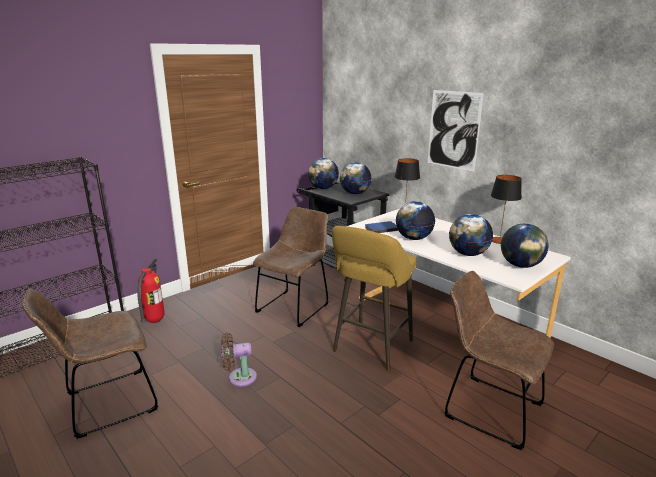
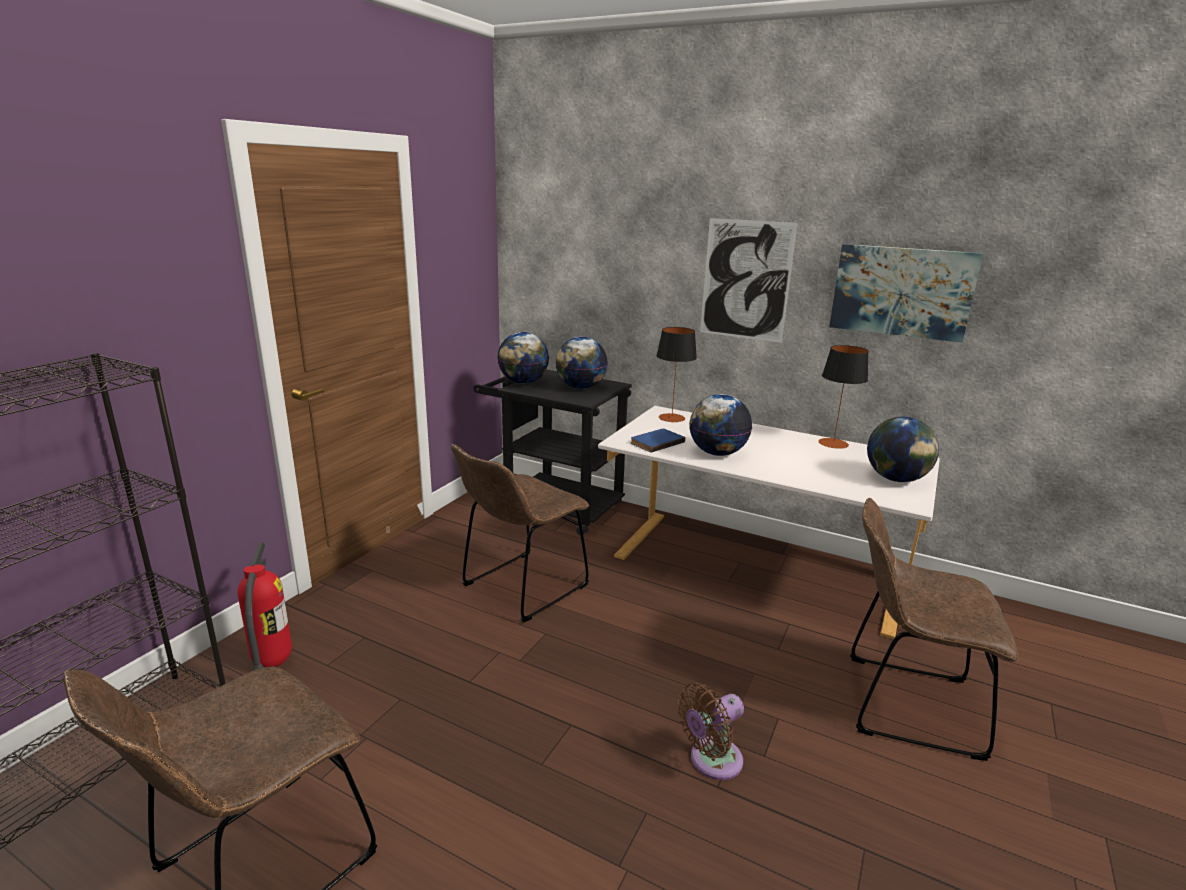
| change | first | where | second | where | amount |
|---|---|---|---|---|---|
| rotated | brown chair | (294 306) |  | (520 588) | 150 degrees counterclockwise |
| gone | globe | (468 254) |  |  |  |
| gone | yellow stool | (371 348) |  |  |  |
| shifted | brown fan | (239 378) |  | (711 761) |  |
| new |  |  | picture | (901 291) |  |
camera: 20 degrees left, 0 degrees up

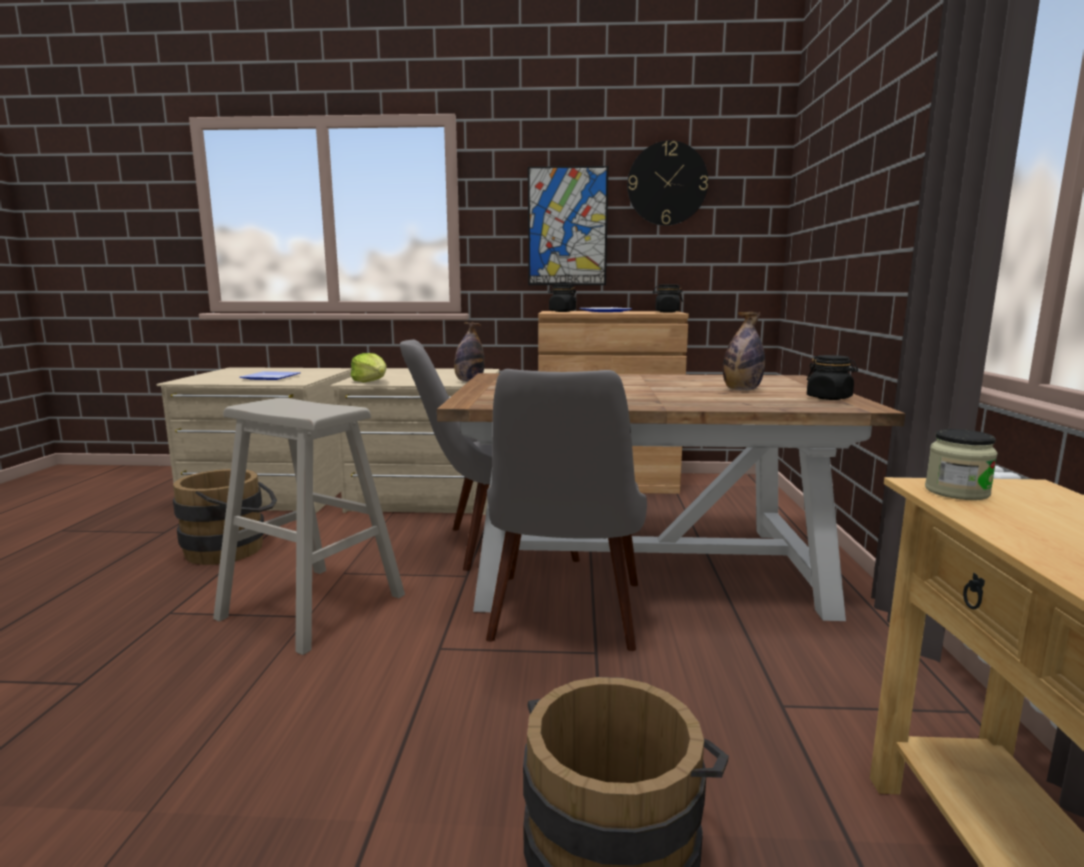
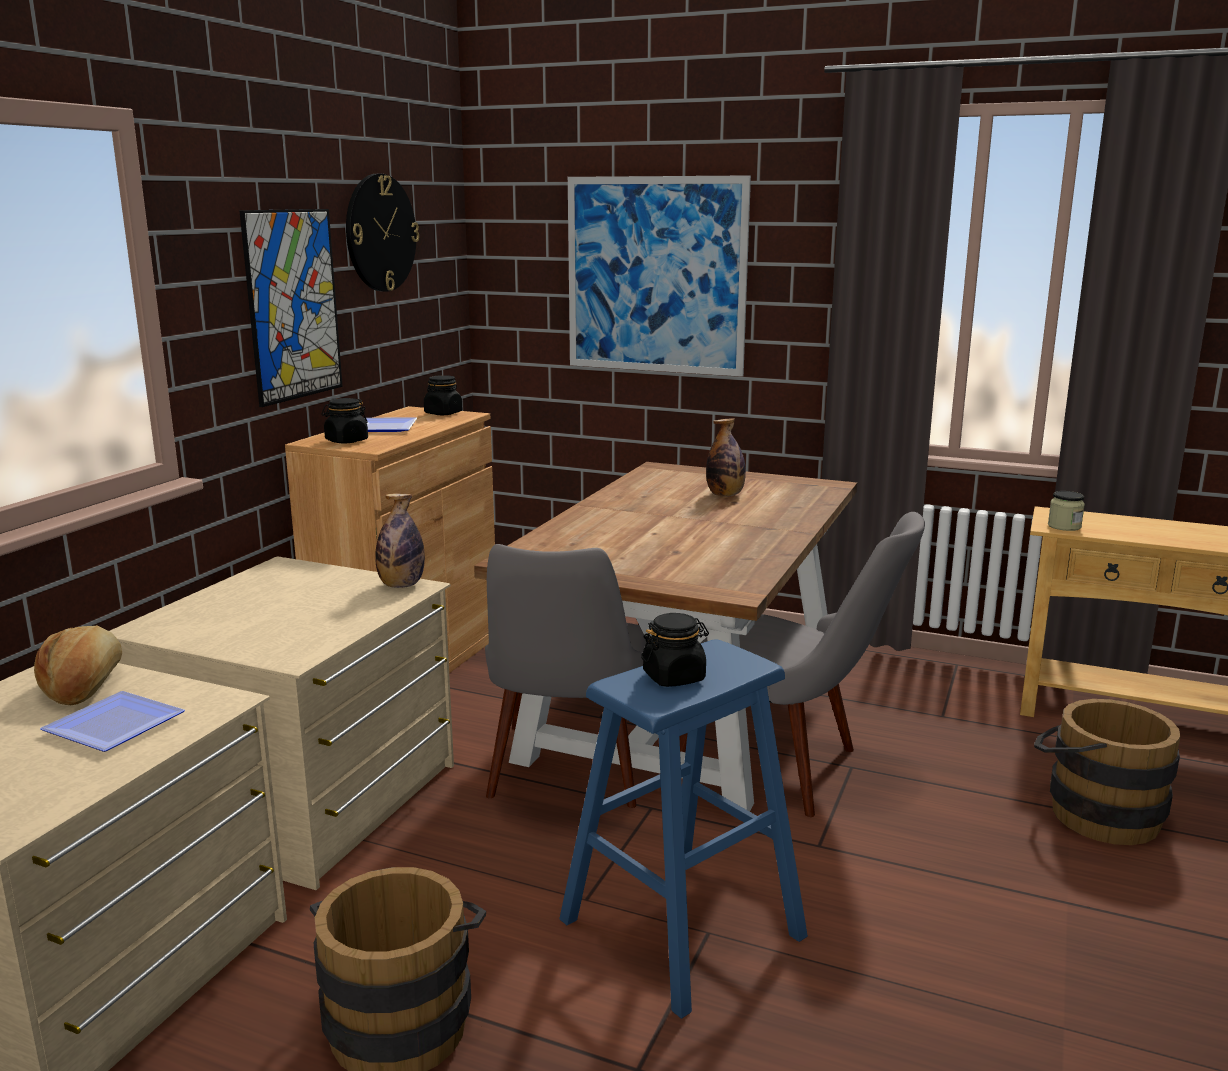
| change | first | where | second | where | amount |
|---|---|---|---|---|---|
| gone | lettuce | (371 382) |  |  |  |
| shifted | black jar | (829 398) |  | (674 677) |  |
| repainted | beige stool | (312 606) | blue stool | (681 928) |  |
| new |  |  | picture | (655 275) |  |
| new |  |  | bread | (84 686) |  |
camera: 70 degrees left, 5 degrees up

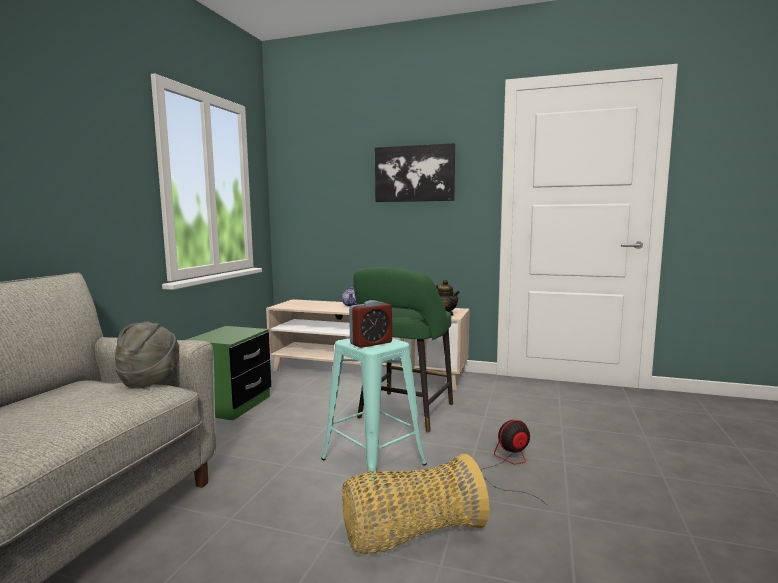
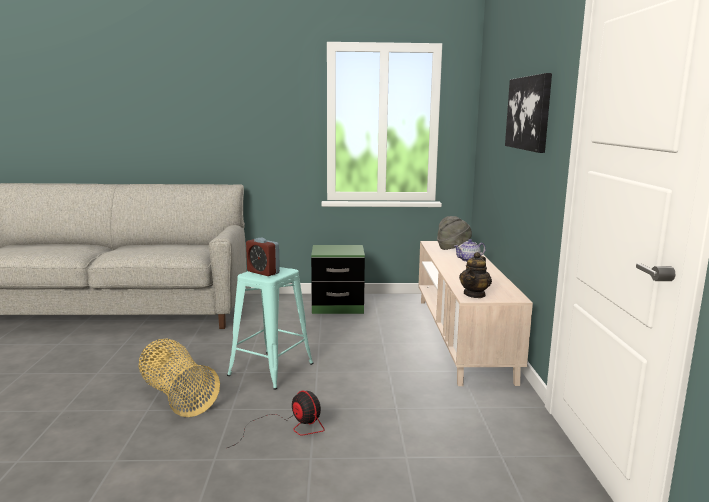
| change | first | where | second | where | amount |
|---|---|---|---|---|---|
| gone | green stool | (404 413) |  |  |  |
| shifted | grey hat | (150 380) |  | (453 248) |  |
camera: 70 degrees right, 5 degrees up

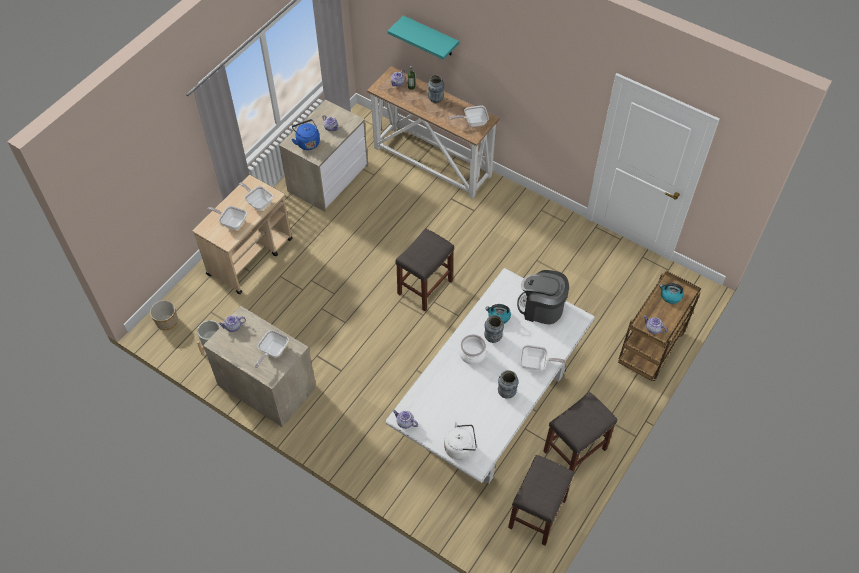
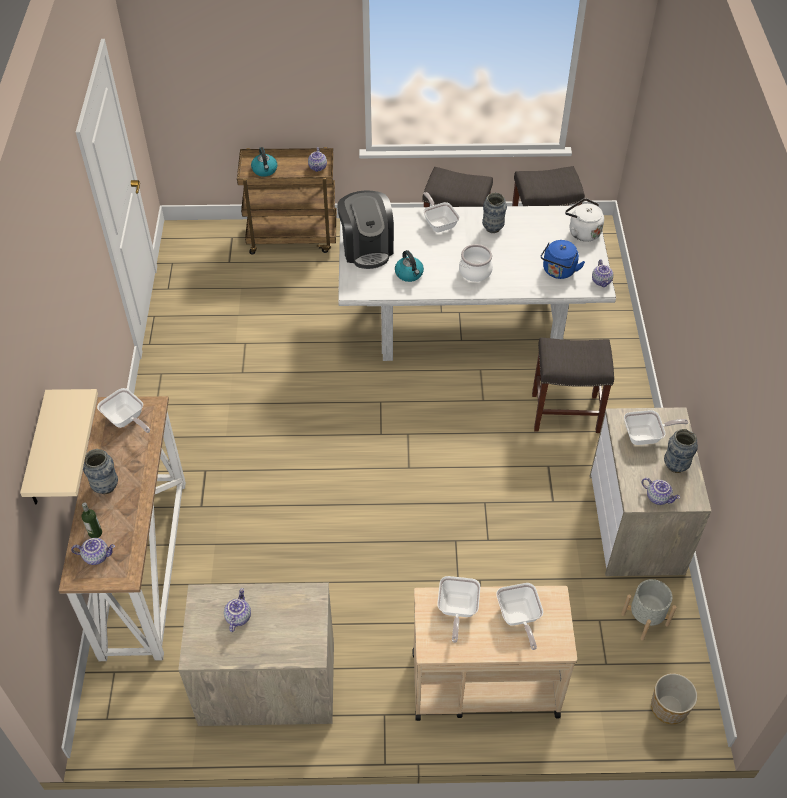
| change | first | where | second | where | amount |
|---|---|---|---|---|---|
| repainted | turquoise shelf | (430 36) | beige shelf | (38 452) |  |
| shifted | blue kettle | (307 142) |  | (558 272) |  |
| shifted | grey stool | (425 286) |  | (564 413) |  |
| shifted | vase | (493 338) |  | (675 466) |  |
camera: 125 degrees left, 5 degrees down

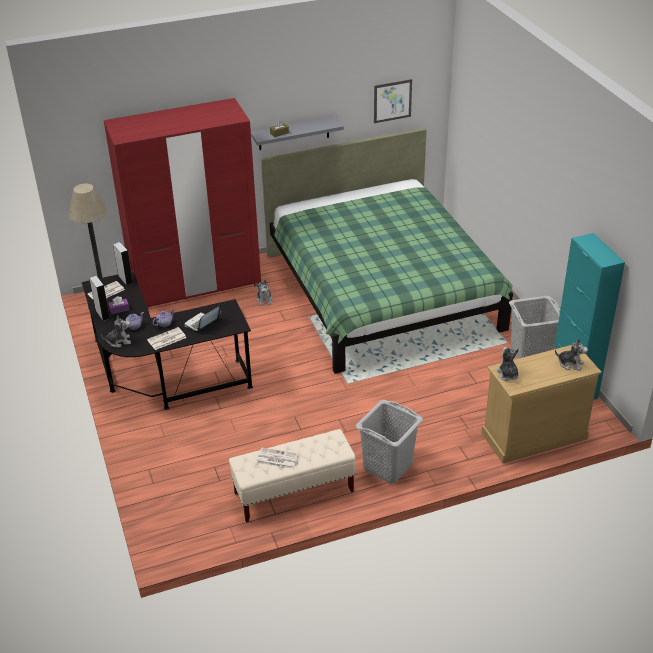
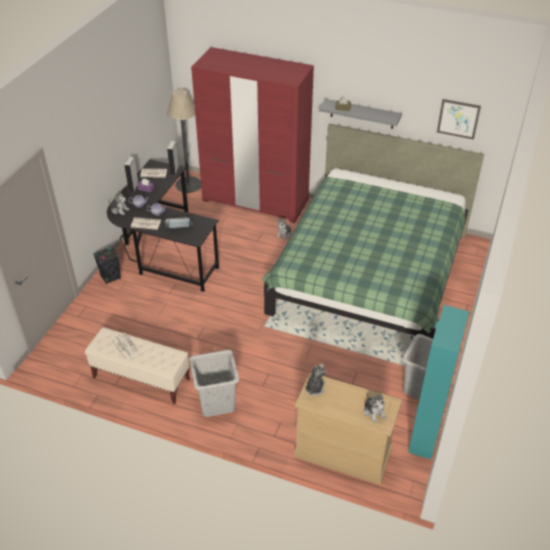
| change | first | where | second | where | amount |
|---|---|---|---|---|---|
| new |  |  | black speaker | (110 277) |  |
camera: 40 degrees right, 5 degrees up

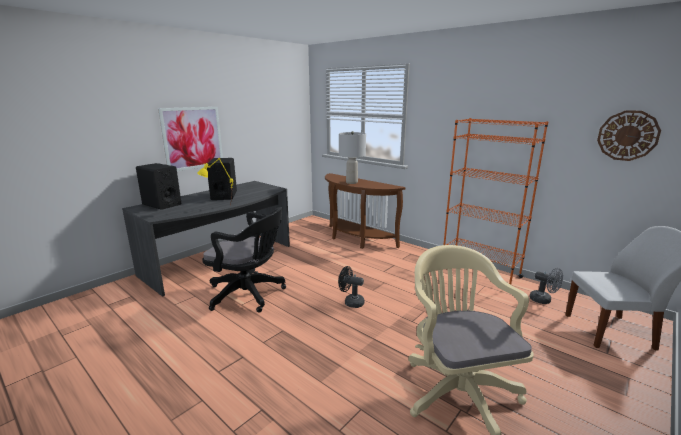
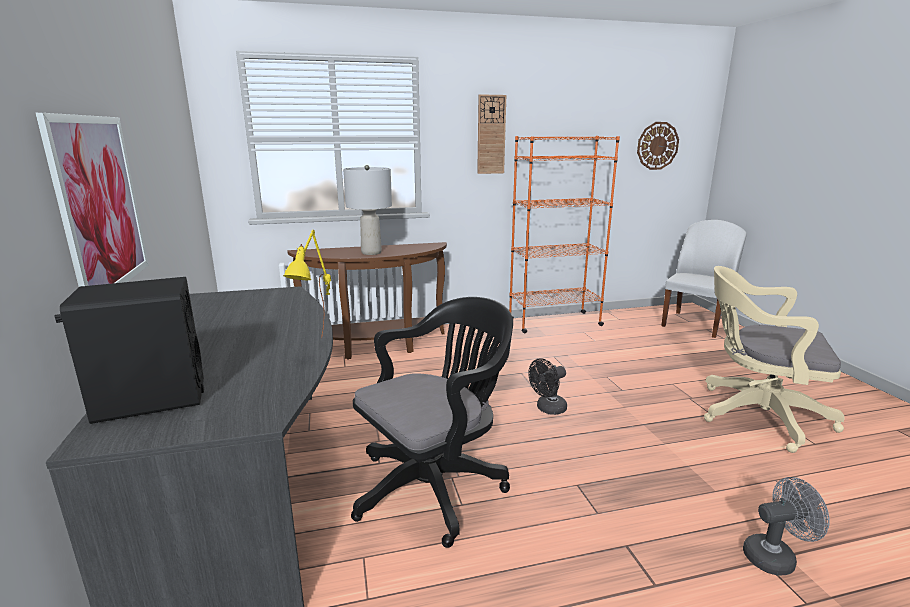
| change | first | where | second | where | amount |
|---|---|---|---|---|---|
| gone | black speaker | (224 196) |  |  |  |
| shifted | grey fan | (543 300) |  | (775 557) |  |
| new |  |  | wall clock | (491 135) |  |
camera: 55 degrees left, 0 degrees up

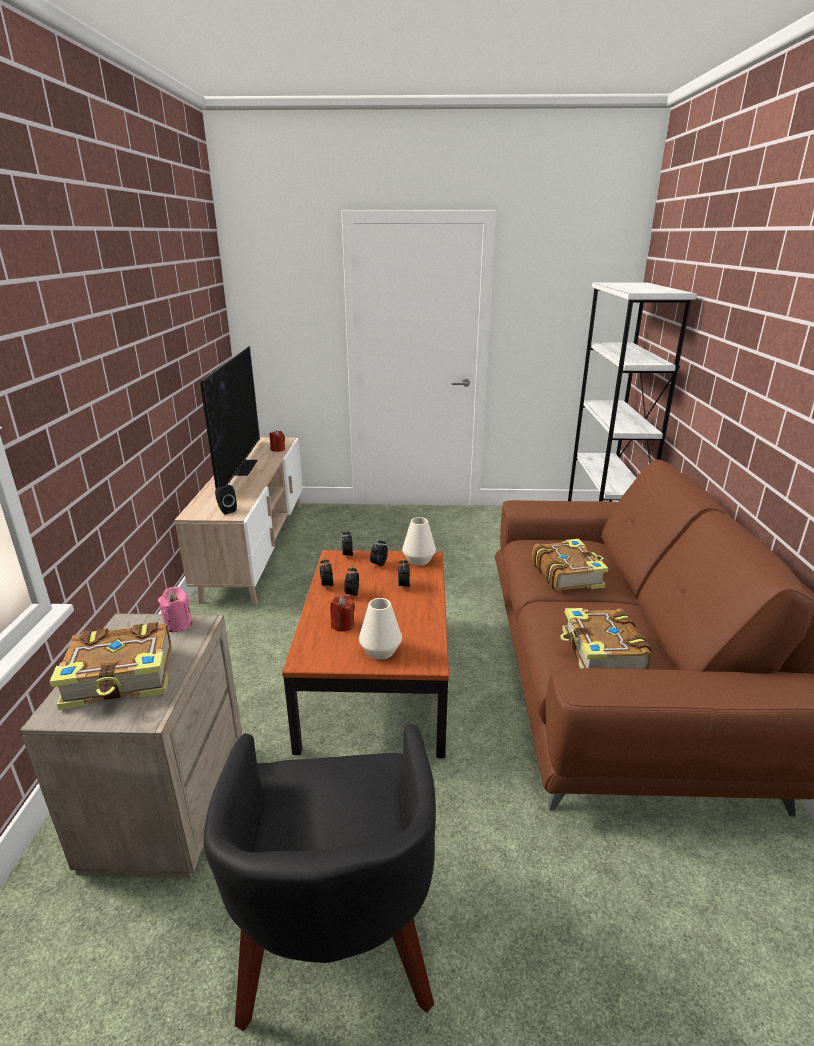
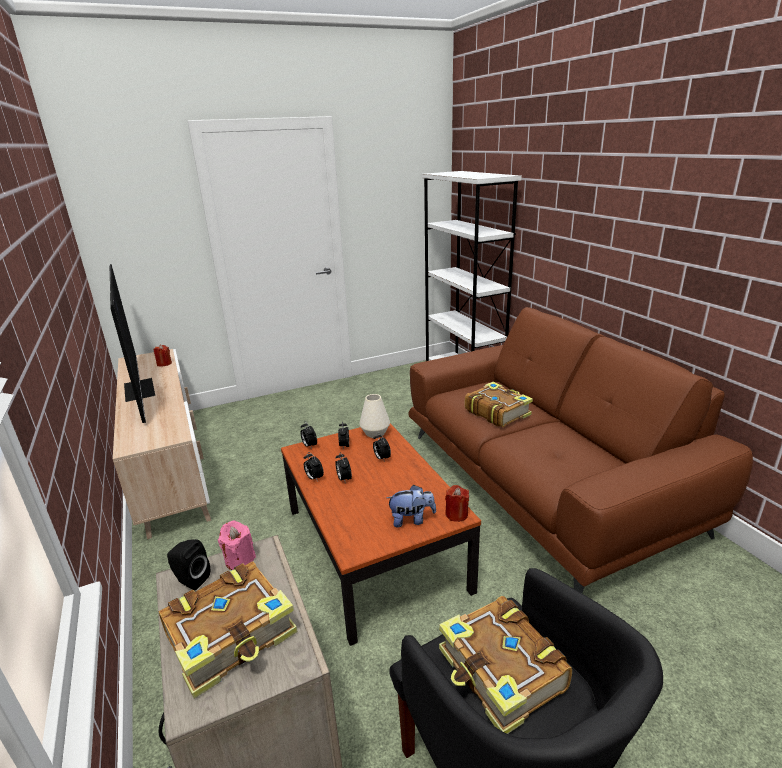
| change | first | where | second | where | amount |
|---|---|---|---|---|---|
| shifted | black speaker | (226 510) |  | (191 580) |  |
| shifted | red candle | (343 625) |  | (456 514) |  |
| swapped | white vase | (381 651) | plush toy | (411 520) |  |
| shifted | book | (601 653) |  | (501 673) |  |
camera: 25 degrees left, 0 degrees up

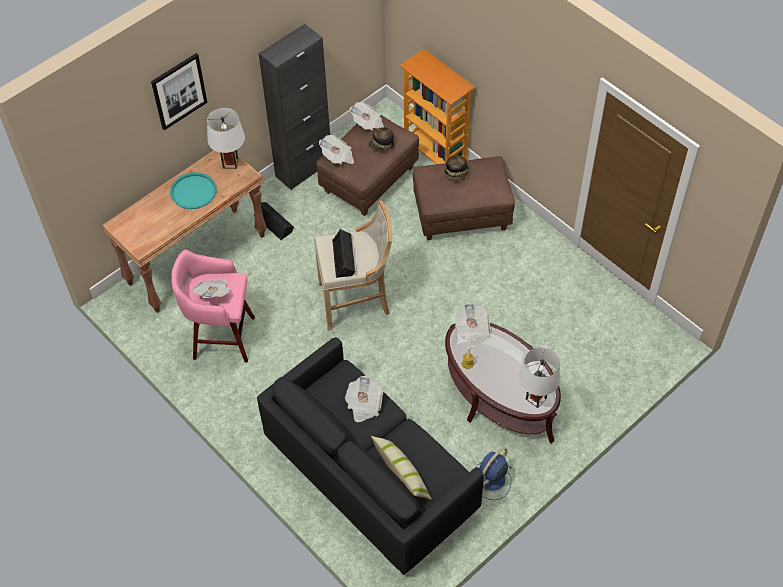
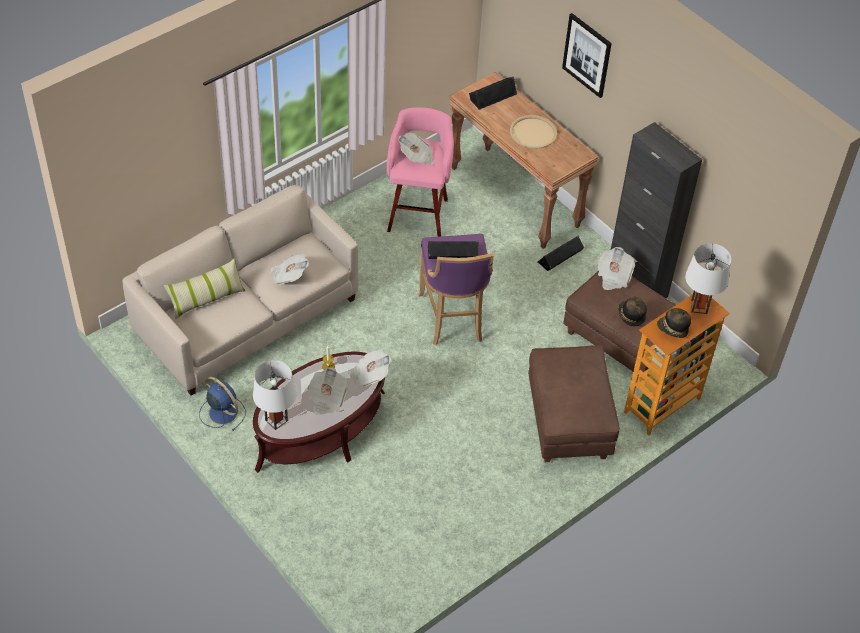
| change | first | where | second | where | amount |
|---|---|---|---|---|---|
| shifted | newspaper | (368 123) |  | (327 399) |  |
| shifted | white table lamp | (230 163) |  | (699 306) |  |
| shifted | hat | (457 174) |  | (672 329) |  |
| repainted | turquoise tray | (193 191) | beige tray | (533 132) |  |
| repainted | beige stool | (356 301) | purple stool | (453 319) |  |
| repainted | black sofa | (370 474) | beige sofa | (247 317) |  |
| new |  |  | black speaker | (492 96) |  |
camera: 90 degrees right, 5 degrees down

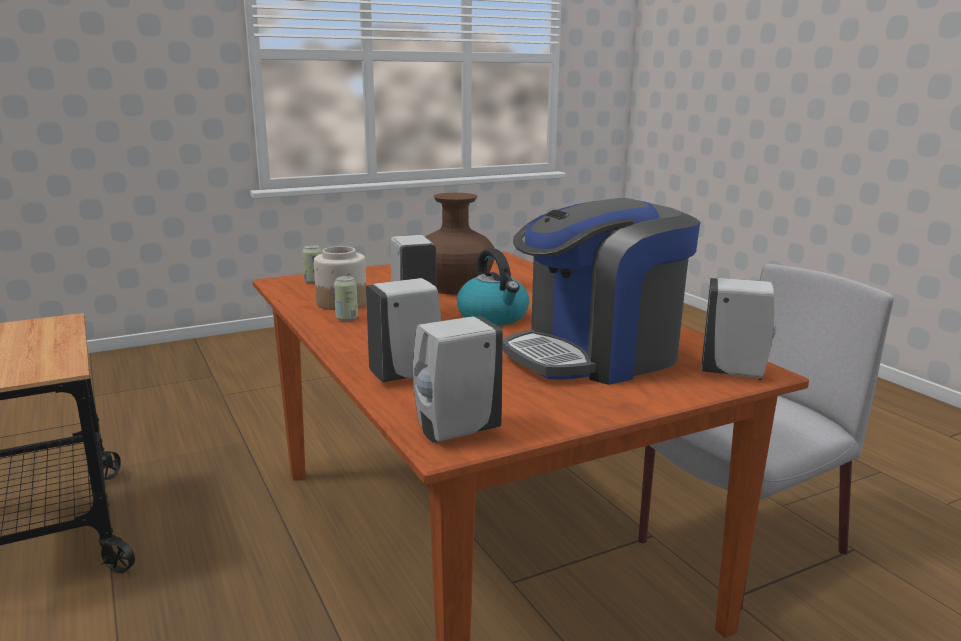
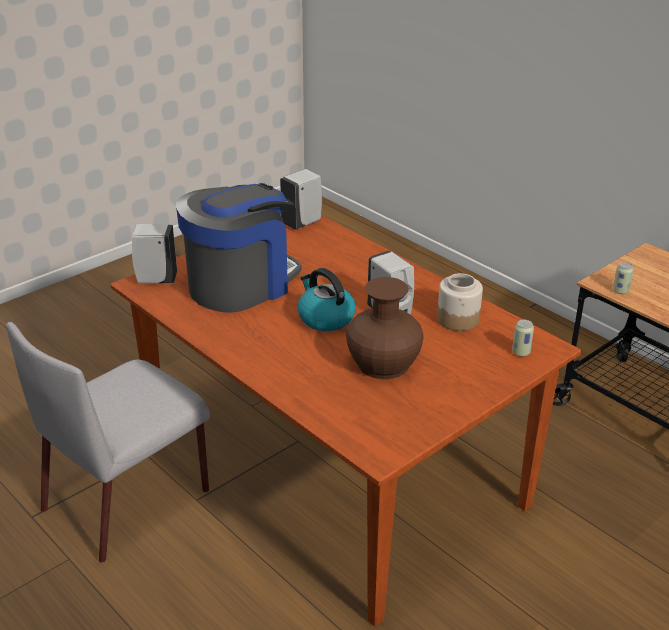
| change | first | where | second | where | amount |
|---|---|---|---|---|---|
| shifted | can | (346 318) |  | (620 291) |  |
| gone | white soap dispenser | (407 375) |  |  |  |
camera: 165 degrees right, 15 degrees up

